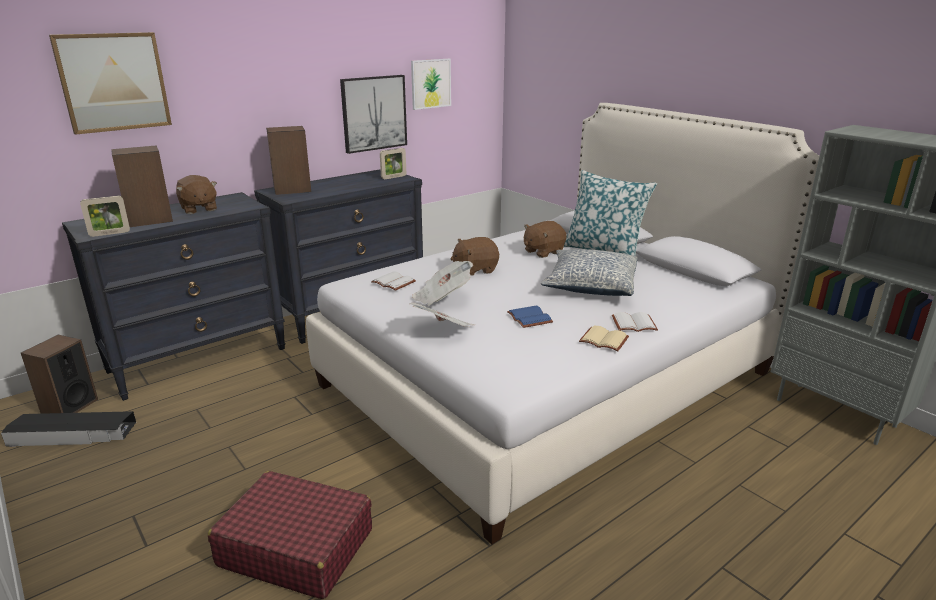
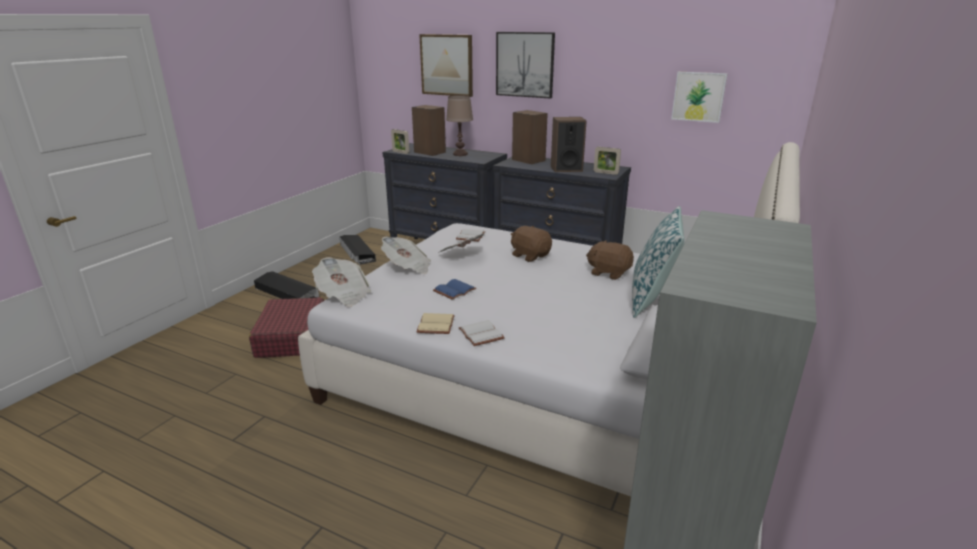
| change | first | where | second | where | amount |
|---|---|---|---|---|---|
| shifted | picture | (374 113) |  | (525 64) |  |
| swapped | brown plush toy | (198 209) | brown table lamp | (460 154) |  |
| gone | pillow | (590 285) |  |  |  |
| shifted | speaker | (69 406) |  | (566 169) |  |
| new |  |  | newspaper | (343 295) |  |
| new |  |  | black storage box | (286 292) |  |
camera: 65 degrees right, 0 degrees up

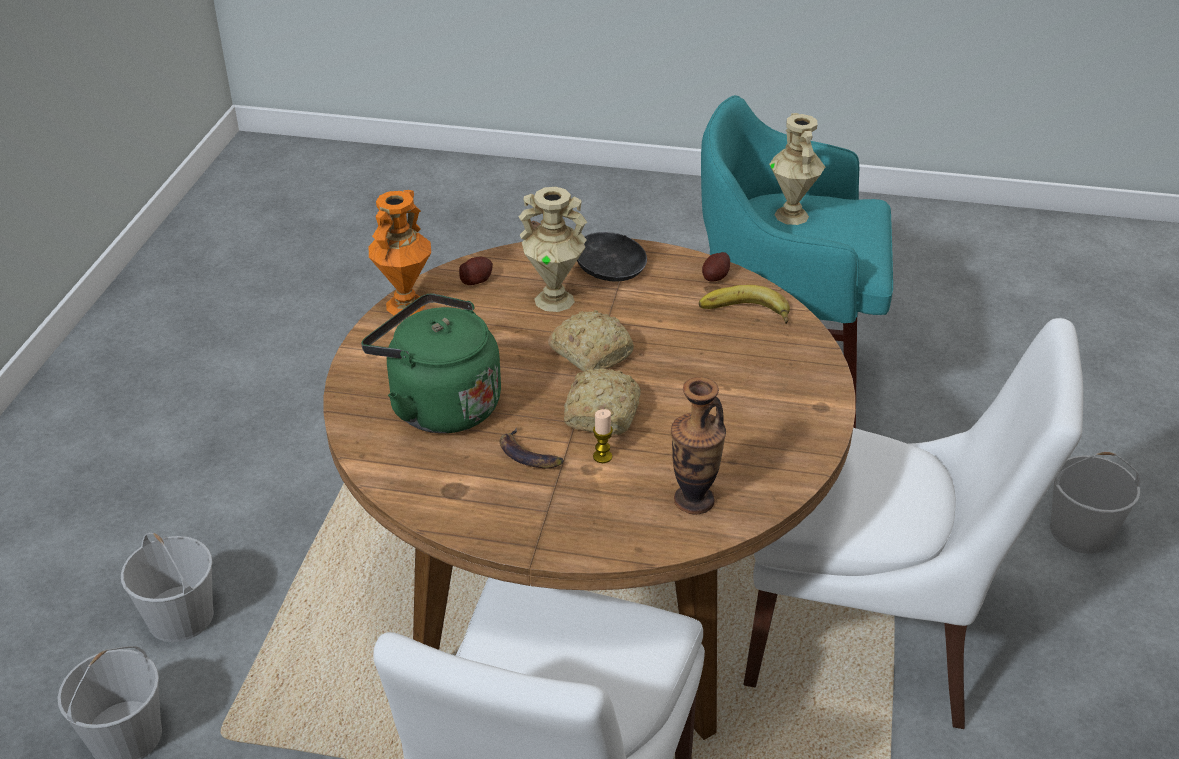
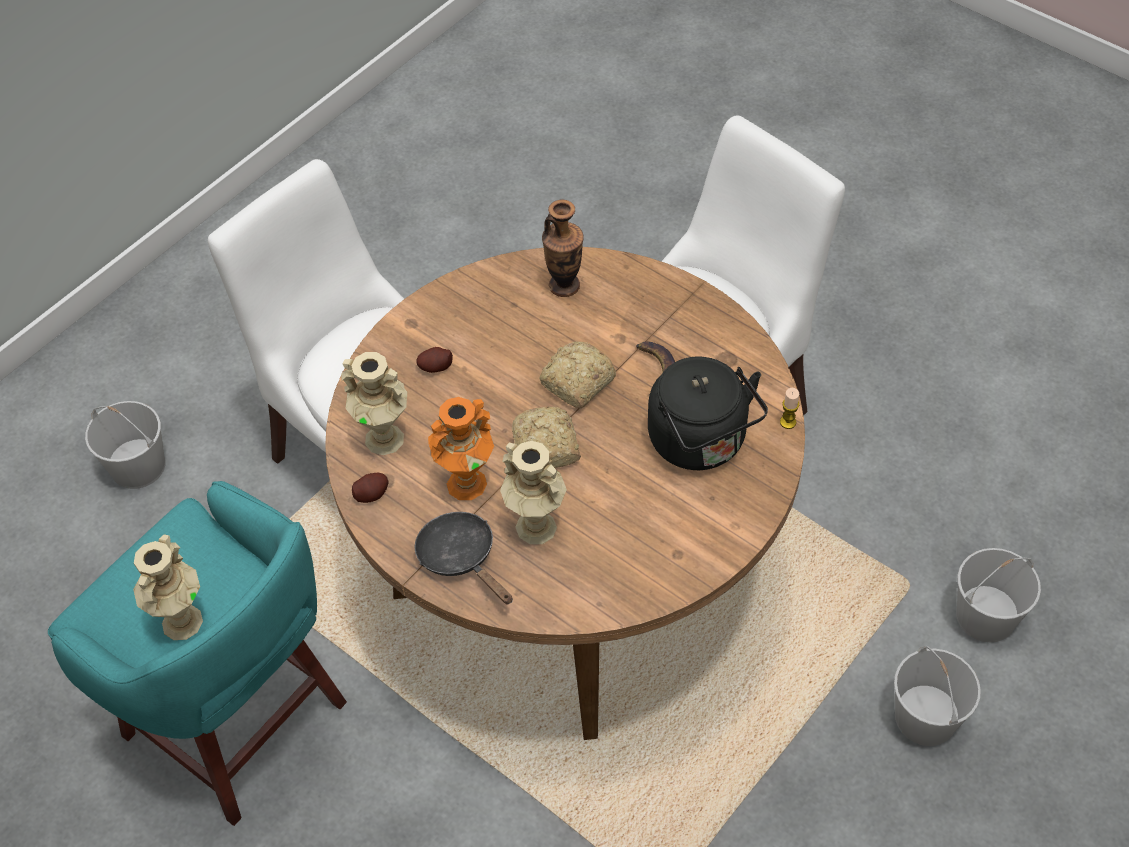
| change | first | where | second | where | amount |
|---|---|---|---|---|---|
| shifted | orange vase | (406 305) |  | (466 483) |  |
| shifted | potato | (476 280) |  | (435 367) |  |
| swapped | banana | (744 314) | beige vase | (385 438) |  |
| repainted | green kettle | (439 405) | black kettle | (701 443) |  |
| shifted | candle | (602 457) |  | (788 422) |  |
camera: 150 degrees left, 15 degrees up

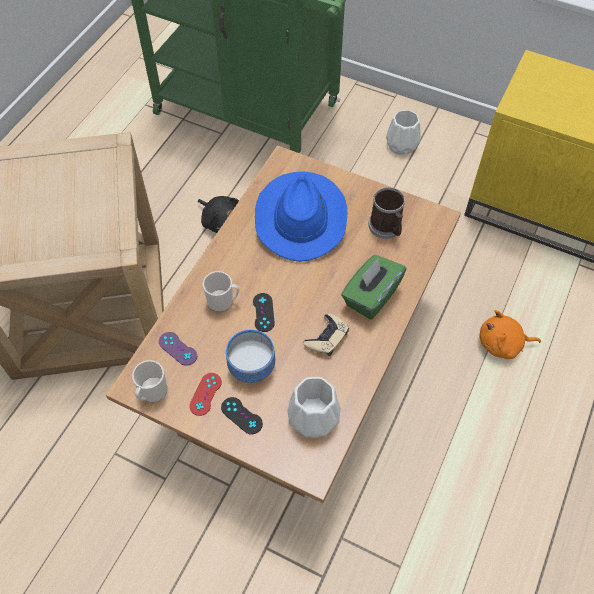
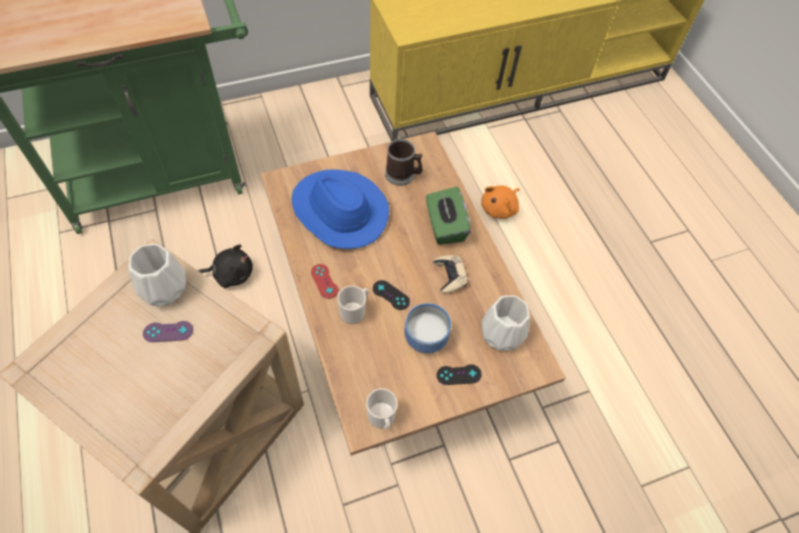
| change | first | where | second | where | amount |
|---|---|---|---|---|---|
| shifted | white vase | (402 145) |  | (165 289) |  |
| shifted | purple game controller | (178 348) |  | (168 331) |  |
| shifted | red game controller | (205 394) |  | (324 281) |  |
camera: 50 degrees left, 0 degrees up

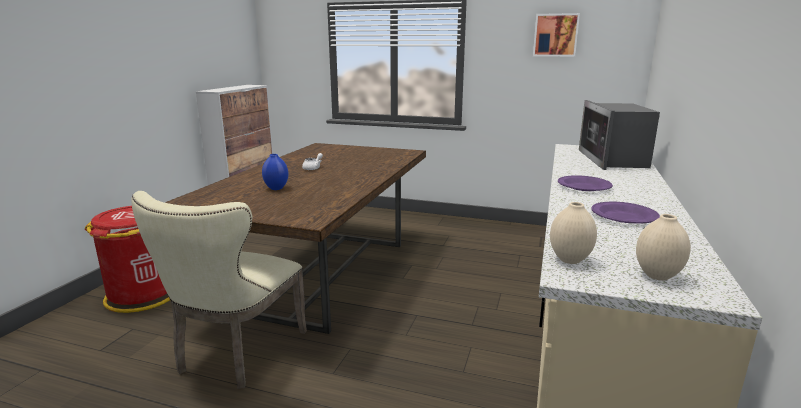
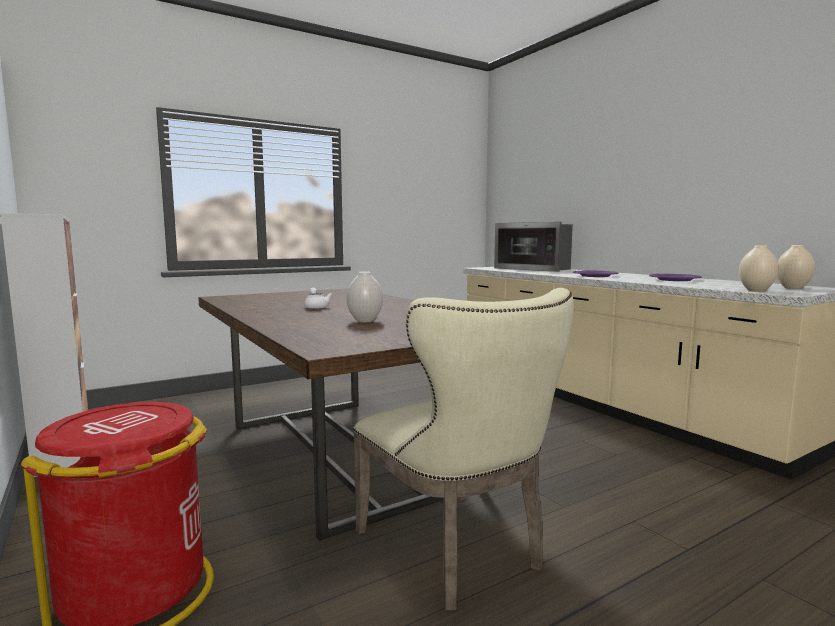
| change | first | where | second | where | amount |
|---|---|---|---|---|---|
| gone | picture | (555 35) |  |  |  |
| repainted | blue vase | (276 188) | white vase | (364 321) |  |
camera: 50 degrees left, 10 degrees down

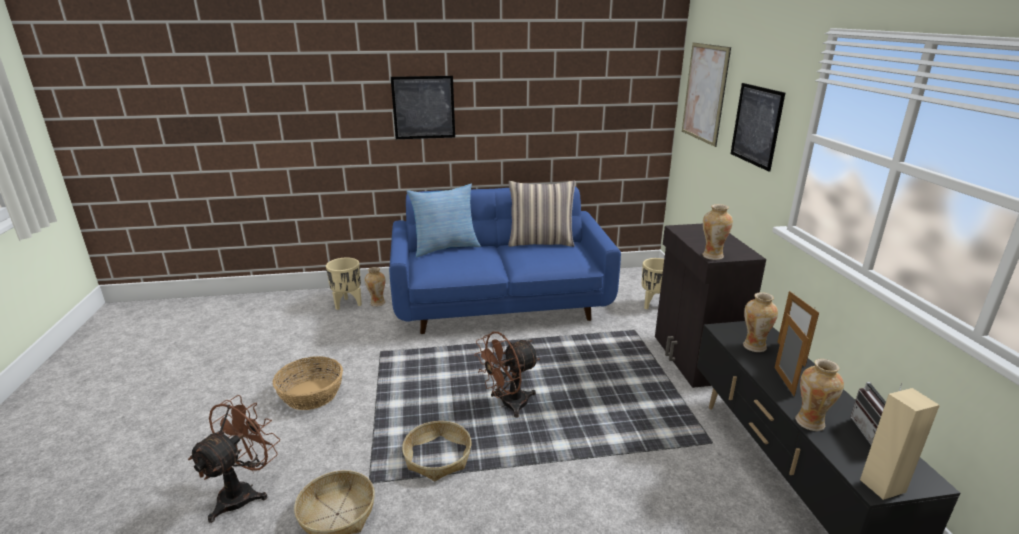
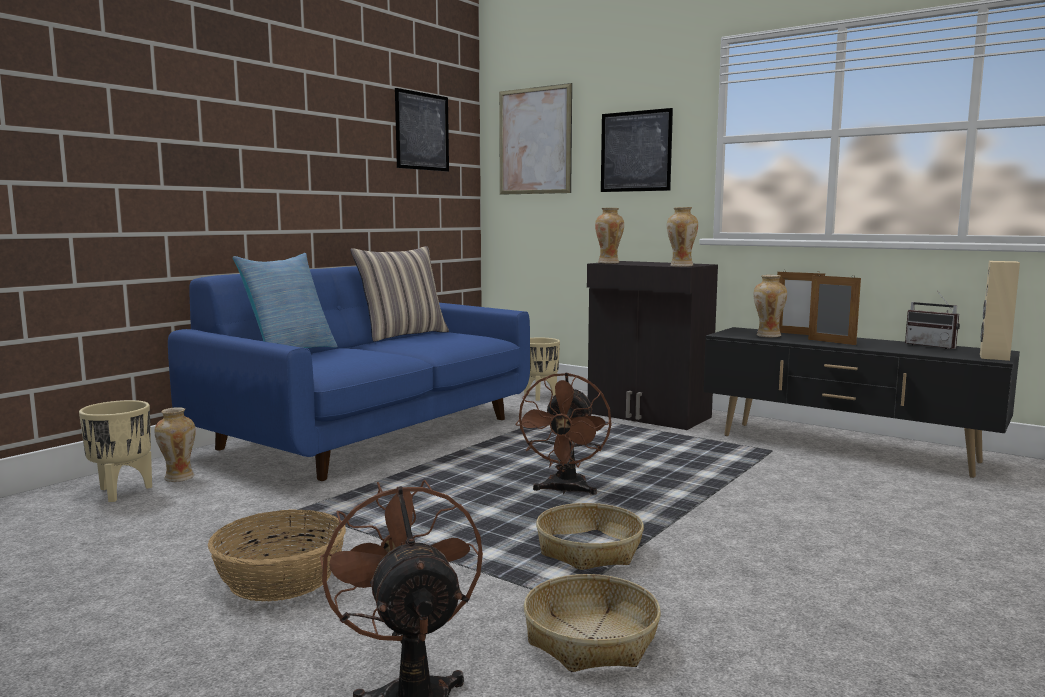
| change | first | where | second | where | amount |
|---|---|---|---|---|---|
| shifted | picture | (423 107) |  | (422 131) |  |
| shifted | vase | (811 422) |  | (609 263) |  |
camera: 45 degrees left, 15 degrees down

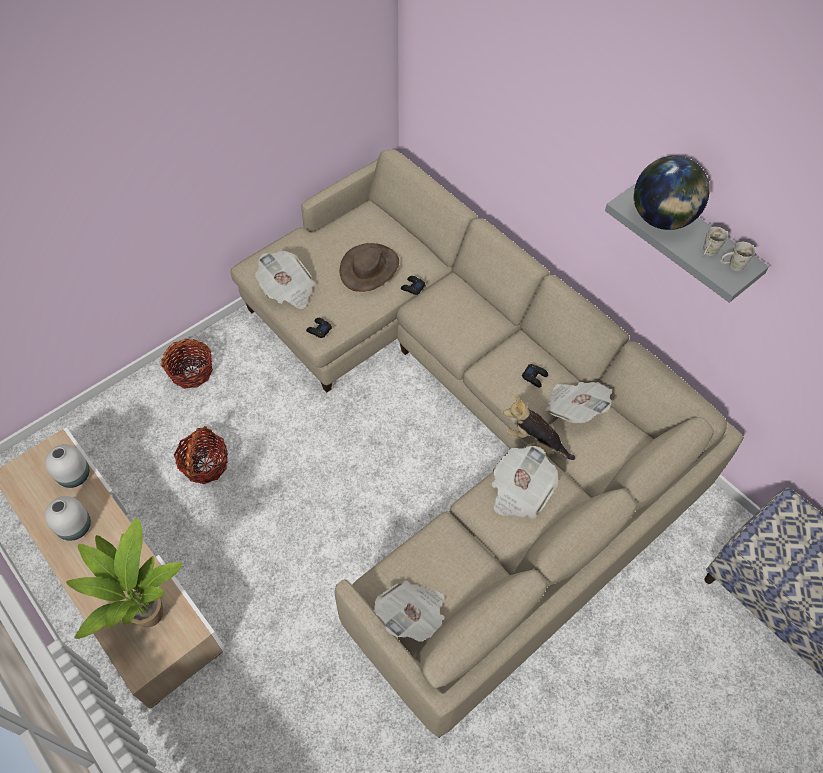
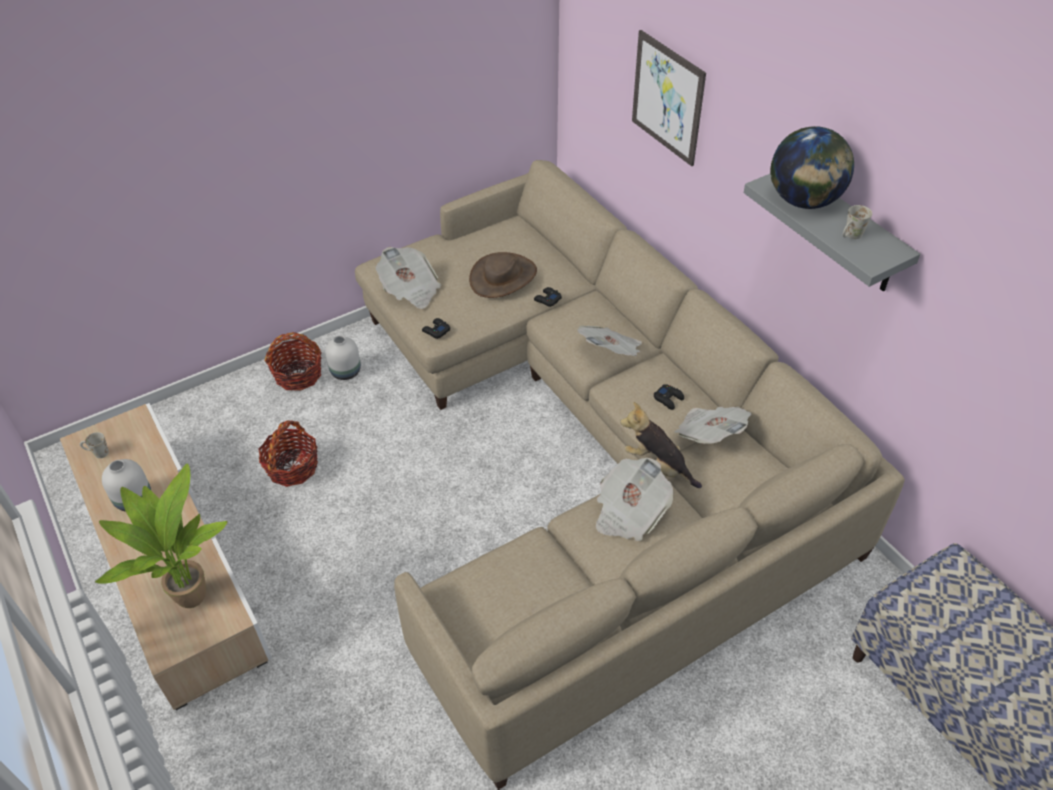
| change | first | where | second | where | amount |
|---|---|---|---|---|---|
| shifted | white mug | (731 266) |  | (97 453) |  |
| shifted | white vase | (74 476) |  | (345 372) |  |
| shifted | newspaper | (413 615) |  | (611 353) |  |
| new |  |  | picture | (667 98) |  |
camera: 10 degrees right, 10 degrees down

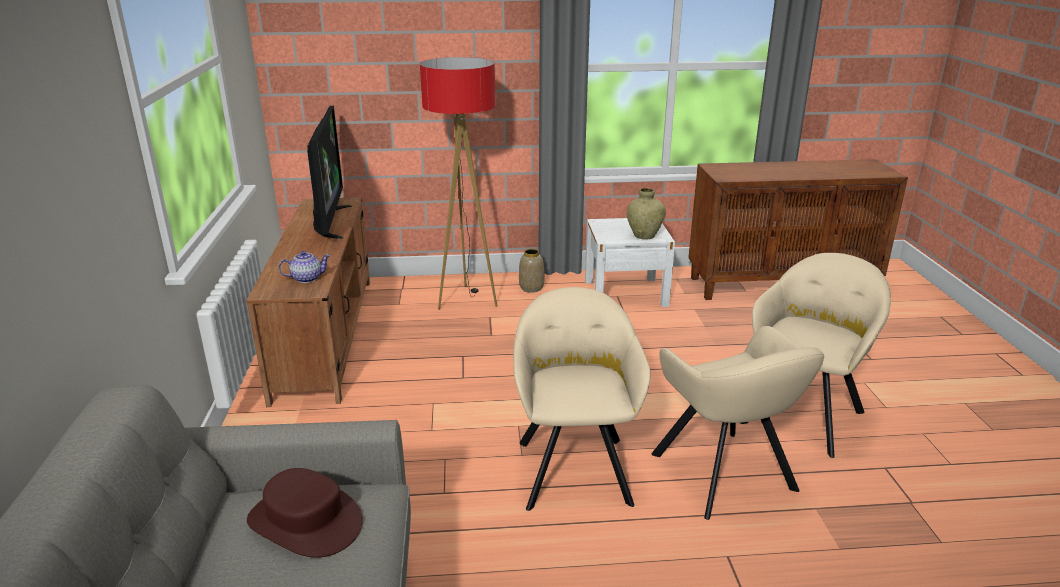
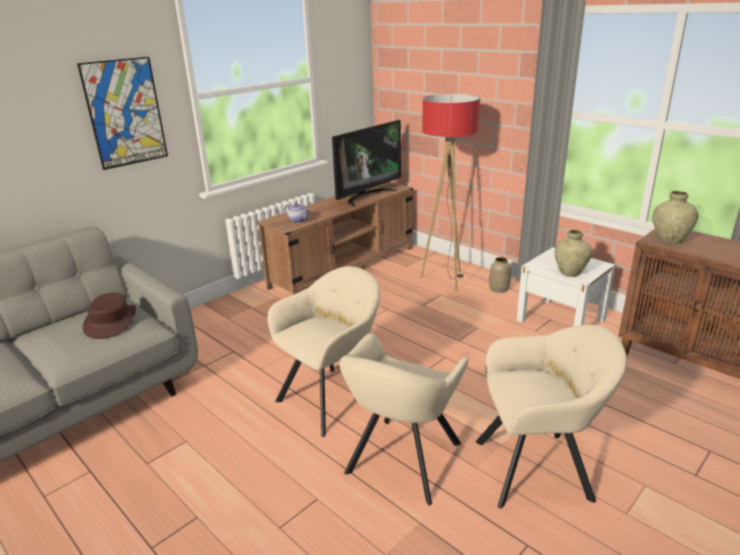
| change | first | where | second | where | amount |
|---|---|---|---|---|---|
| new |  |  | picture | (125 113) |  |
| new |  |  | beige vase | (669 240) |  |
camera: 50 degrees right, 0 degrees up

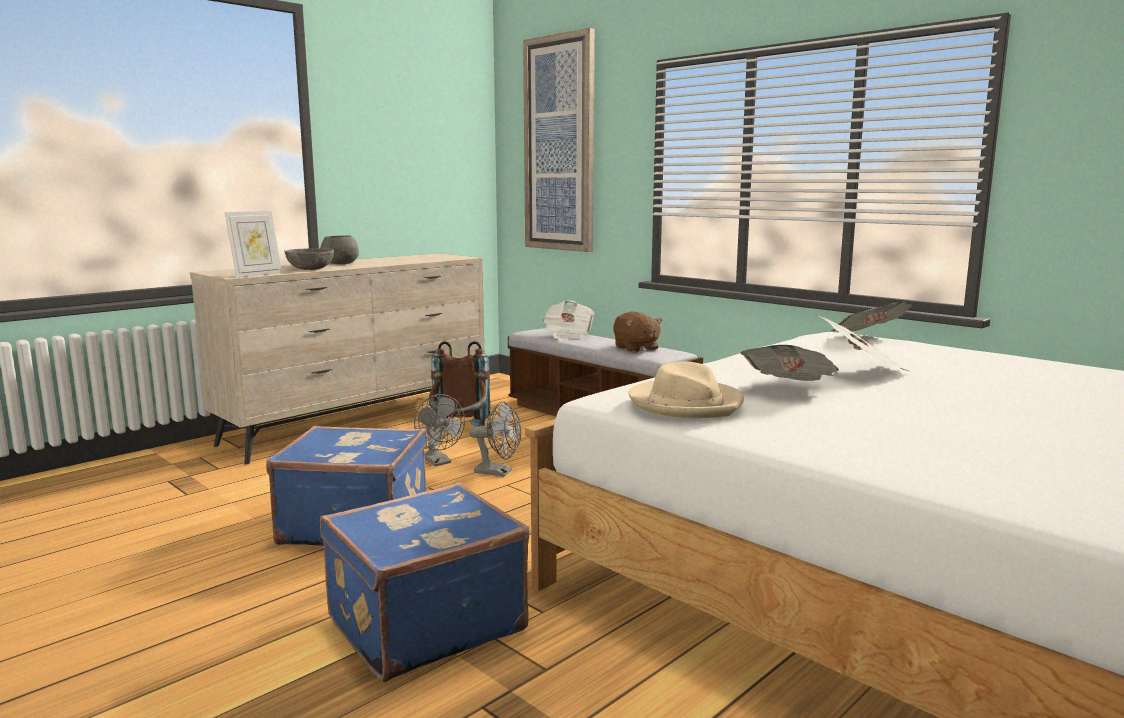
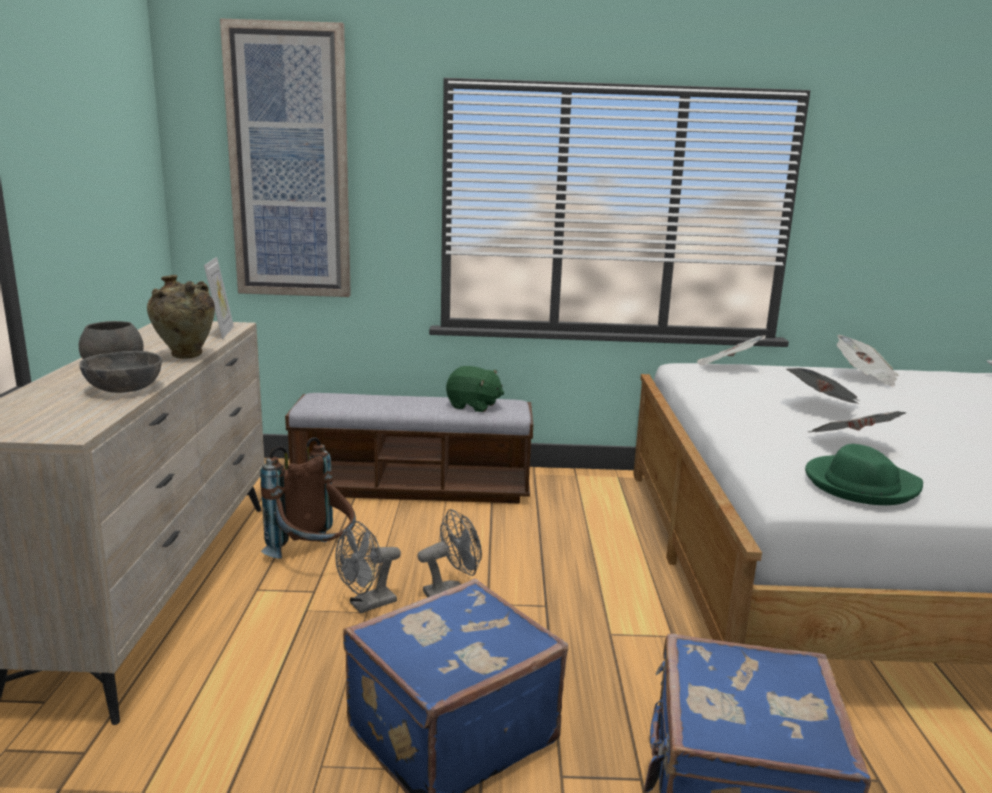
| change | first | where | second | where | amount |
|---|---|---|---|---|---|
| shifted | picture frame | (256 275) |  | (222 332) |  |
| shifted | newspaper | (568 334) |  | (865 377) |  |
| repainted | brown plush toy | (636 348) | green plush toy | (473 406) |  |
| repainted | beige hat | (686 404) | green hat | (860 485) |  |
| rotated | grey fan | (438 462) |  | (367 605) | 135 degrees clockwise |
| new |  |  | beige vase | (186 356) |  |
camera: 45 degrees left, 5 degrees up

